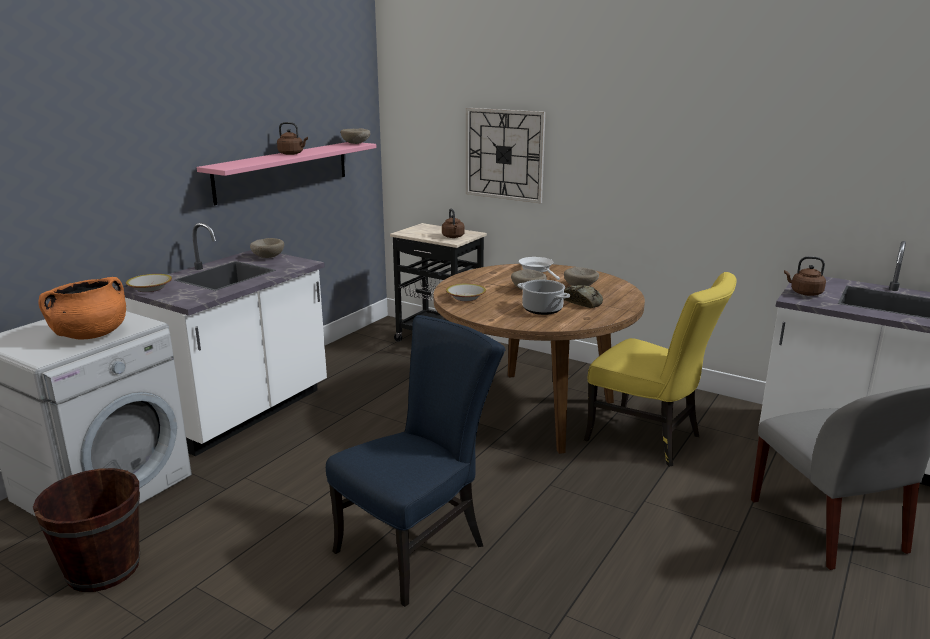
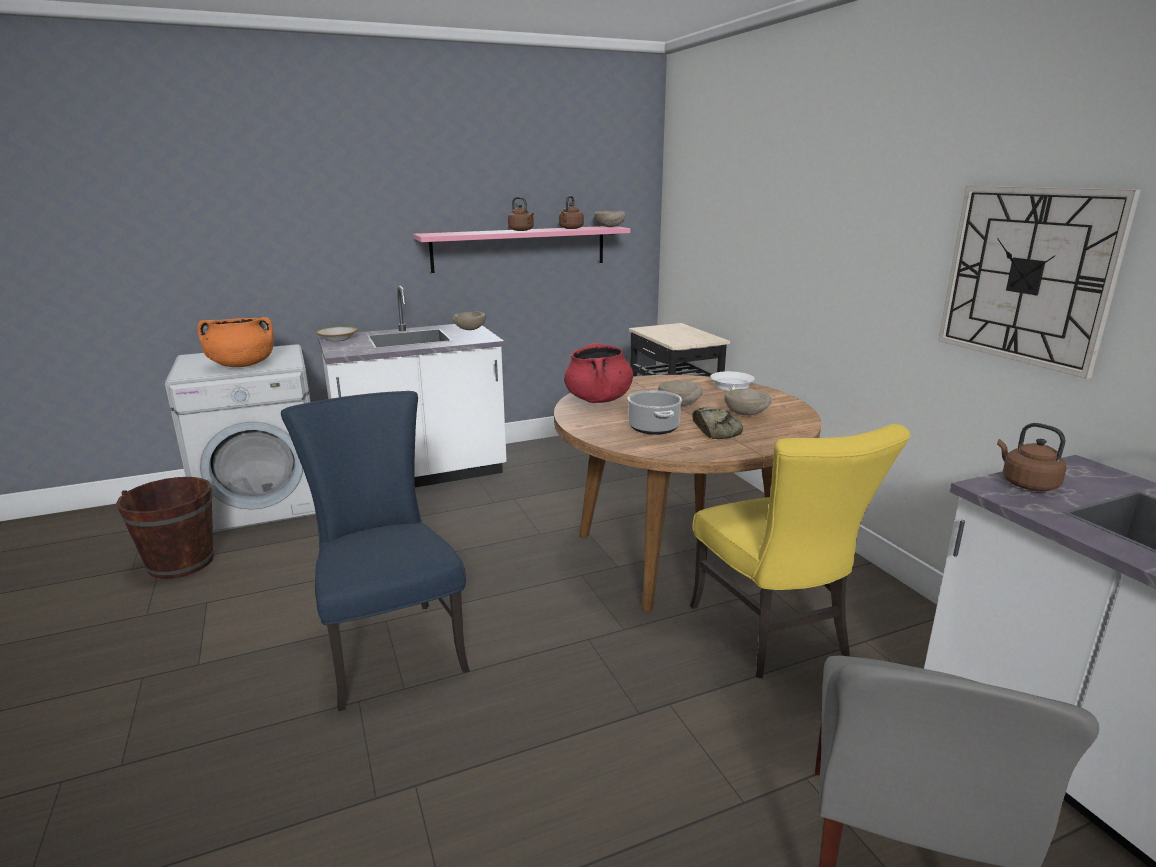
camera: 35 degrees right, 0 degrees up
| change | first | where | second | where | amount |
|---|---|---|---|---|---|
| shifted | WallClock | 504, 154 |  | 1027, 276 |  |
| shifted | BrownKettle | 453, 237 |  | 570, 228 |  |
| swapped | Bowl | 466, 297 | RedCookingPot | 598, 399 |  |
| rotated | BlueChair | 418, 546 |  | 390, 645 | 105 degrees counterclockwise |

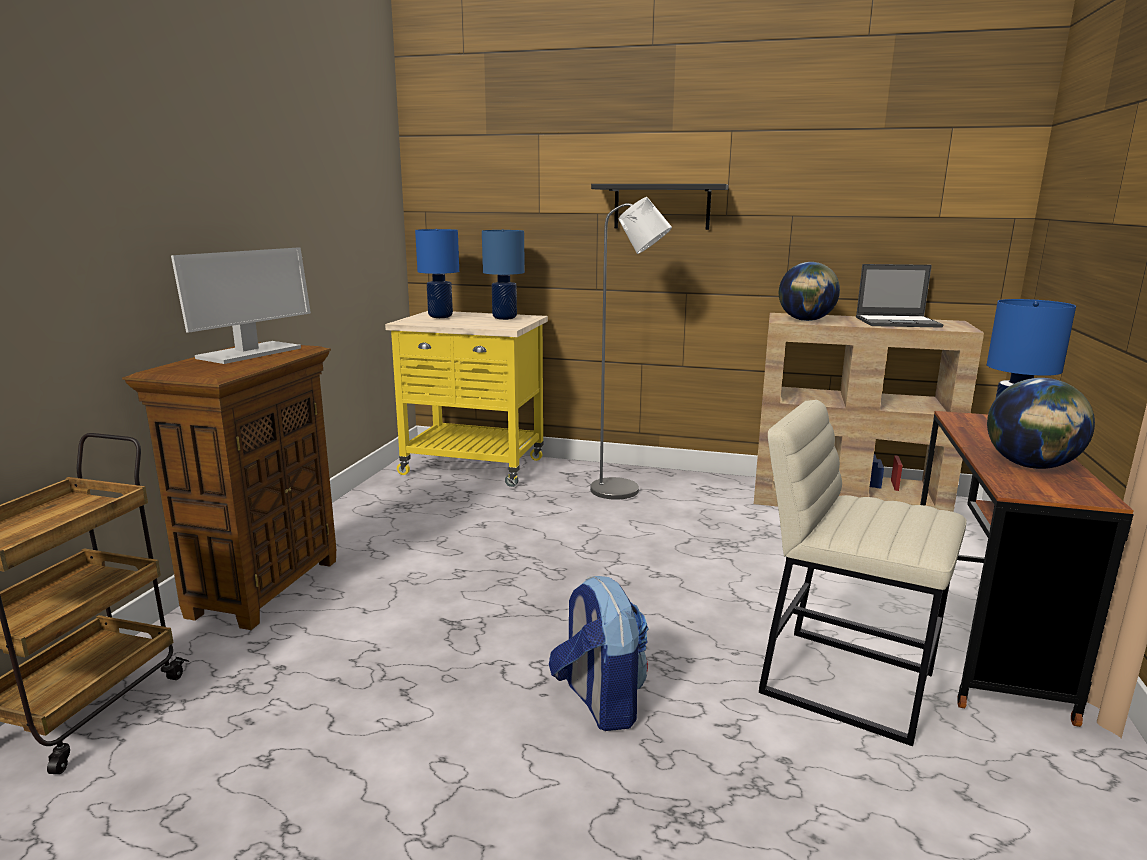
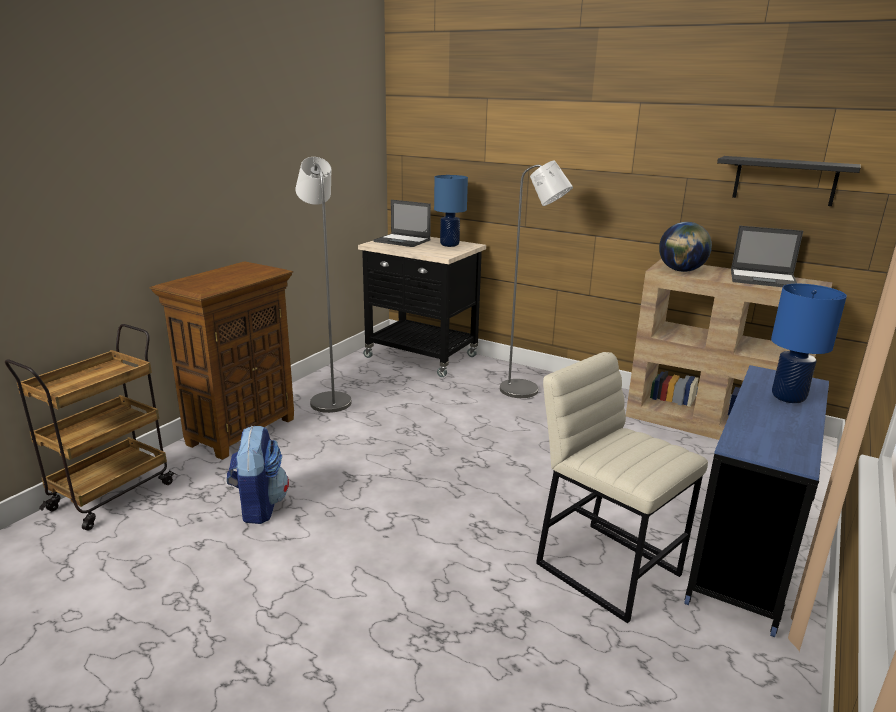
camera: 15 degrees right, 5 degrees up
| change | first | where | second | where | amount |
|---|---|---|---|---|---|
| shifted | BlackShelf | 662, 207 |  | 784, 180 |  |
| swapped | BlueTableLamp | 441, 317 | Laptop | 403, 241 |  |
| gone | Monitor | 249, 353 |  |  |  |
| repainted | YellowCart | 474, 467 | BlackCart | 422, 357 |  |
| gone | Globe | 1031, 466 |  |  |  |
| repainted | BrownDesk | 980, 635 | BlueDesk | 745, 553 |  |
| shifted | Backpack | 599, 702 |  | 259, 506 |  |
| new |  |  | GreyFloorLamp | 328, 399 |  |

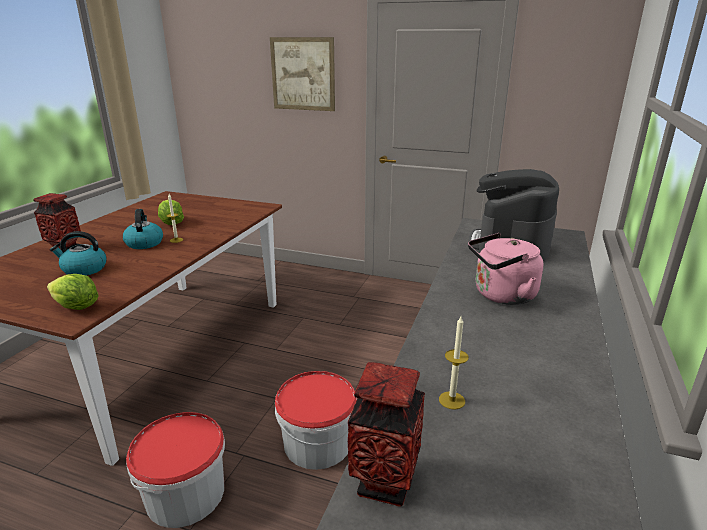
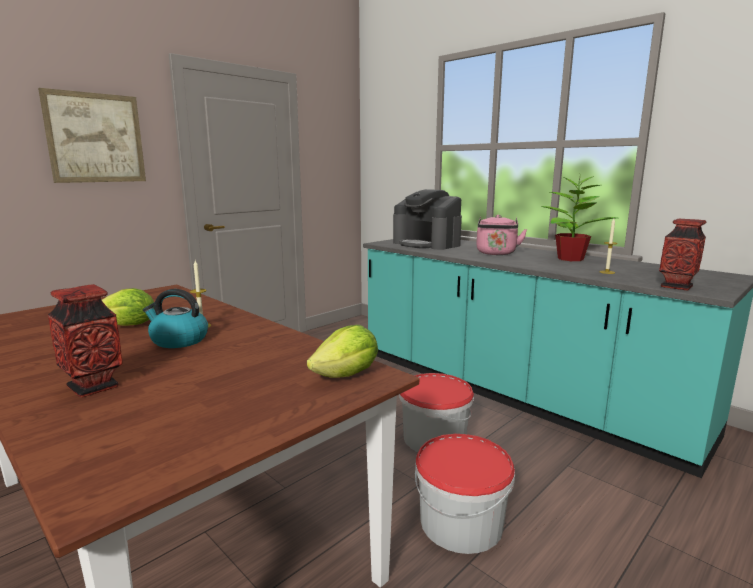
camera: 65 degrees left, 10 degrees down
| change | first | where | second | where | amount |
|---|---|---|---|---|---|
| gone | Kettle | 84, 269 |  |  |  |
| new |  |  | PottedPlant | 569, 259 |  |

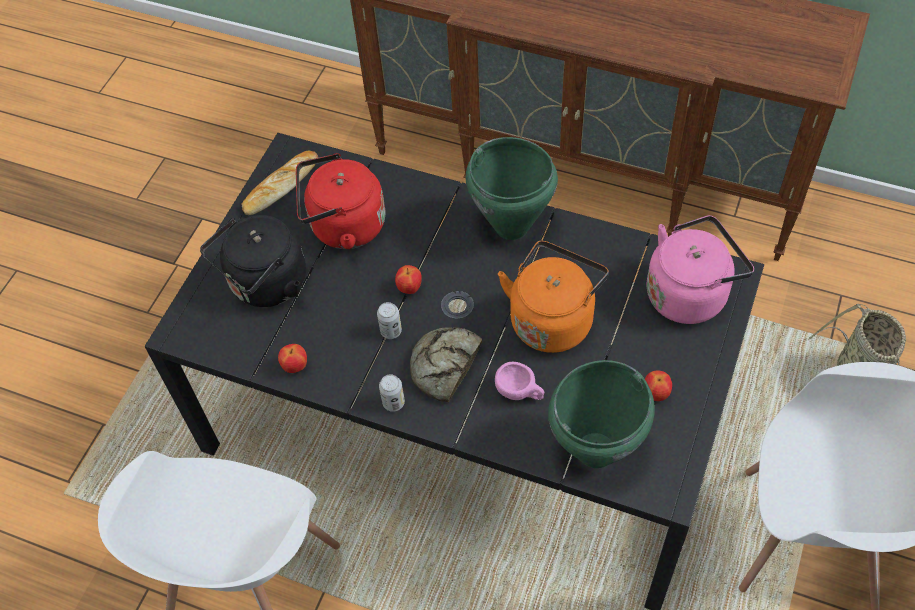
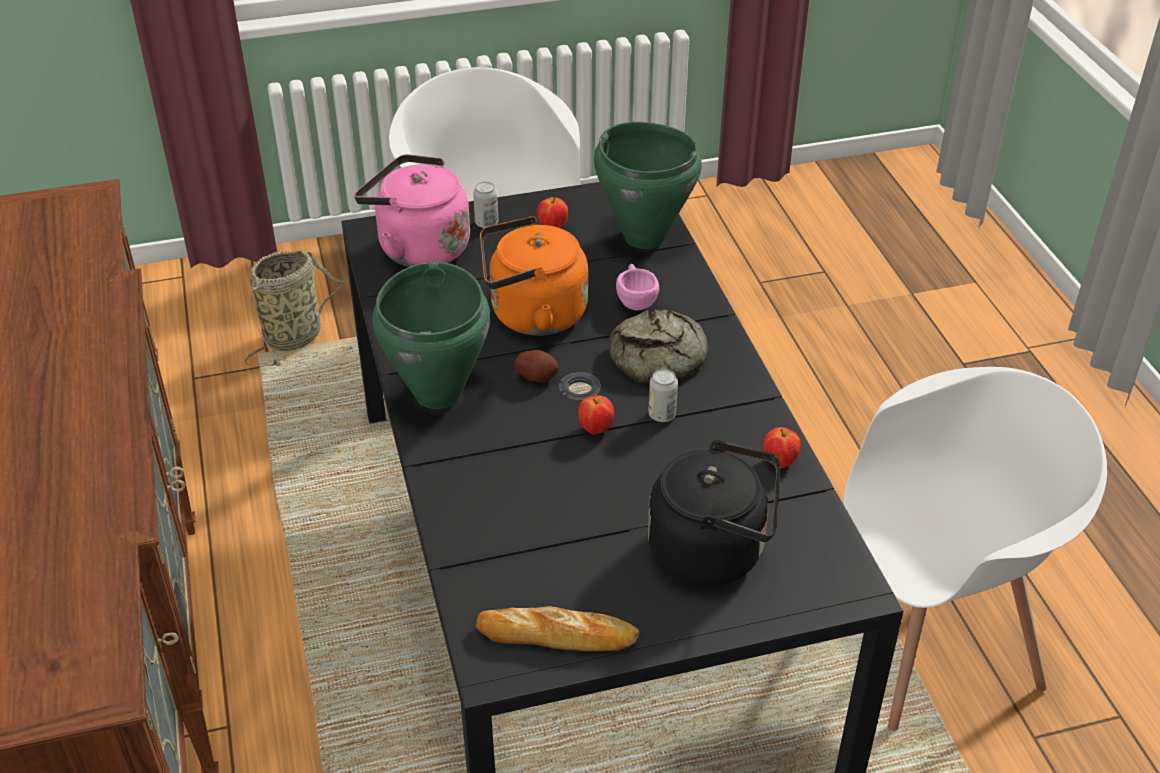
camera: 130 degrees left, 15 degrees down
| change | first | where | second | where | amount |
|---|---|---|---|---|---|
| gone | RedKettle | 343, 226 |  |  |  |
| shifted | Can | 393, 402 |  | 486, 223 |  |
| new |  |  | Potato | 537, 376 |  |

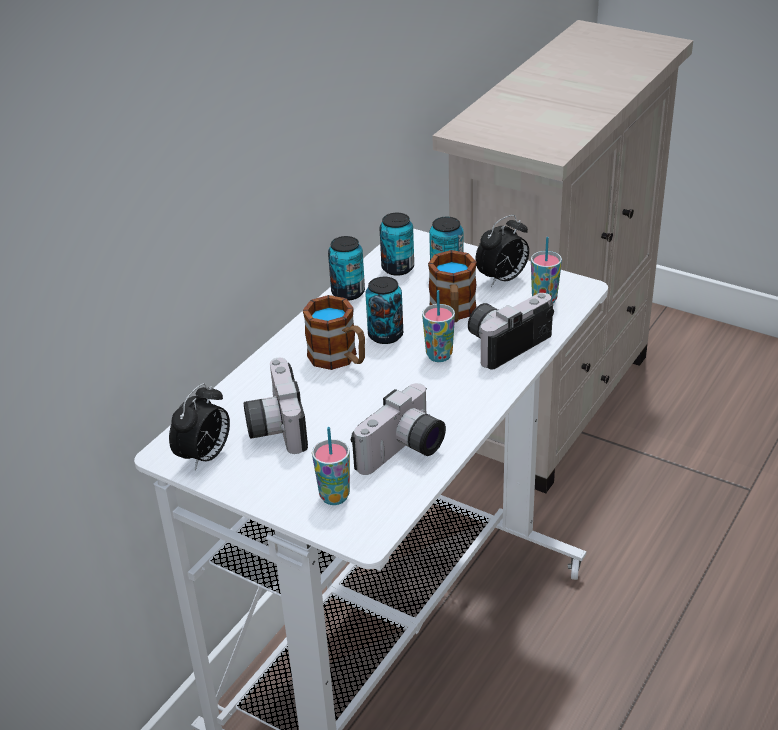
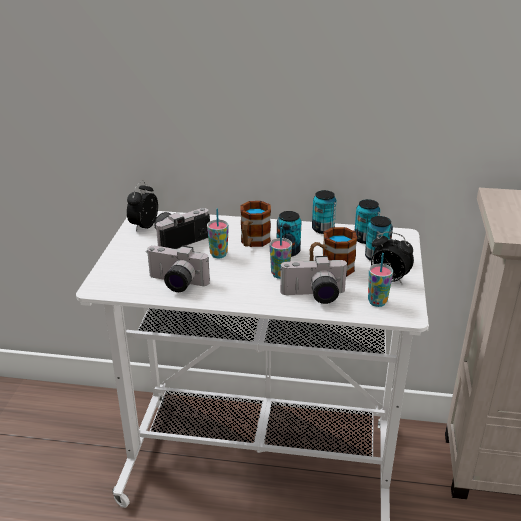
camera: 65 degrees right, 5 degrees down
| change | first | where | second | where | amount |
|---|---|---|---|---|---|
| rotated | PhotoCamera | 505, 342 |  | 314, 296 | 150 degrees clockwise |
| rotated | AlarmClock | 205, 457 |  | 144, 226 | 105 degrees clockwise |
| shifted | Cup | 334, 496 |  | 218, 254 |  |

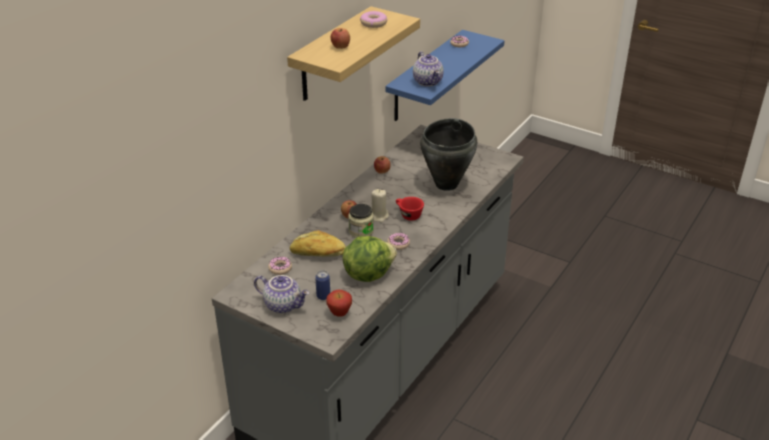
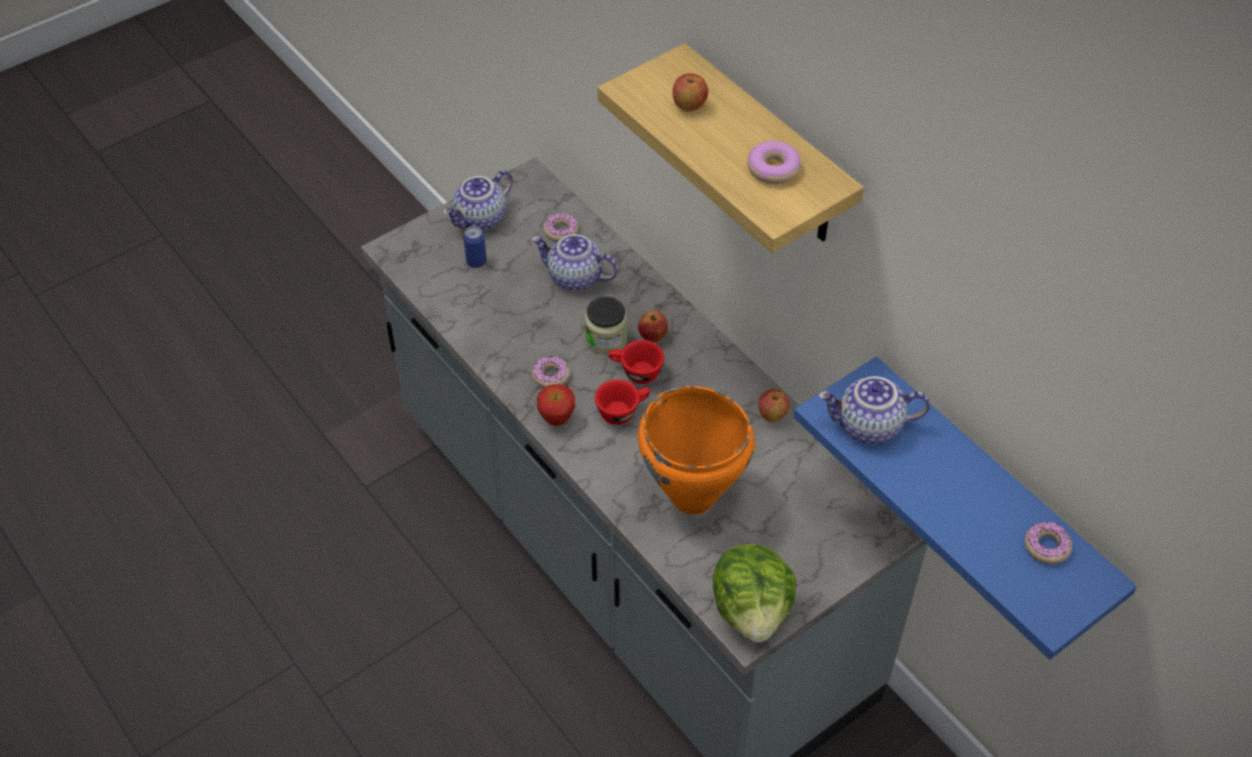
camera: 110 degrees right, 15 degrees up
| change | first | where | second | where | amount |
|---|---|---|---|---|---|
| repainted | BlackCookingPot | 447, 184 | OrangeCookingPot | 692, 497 |  |
| swapped | BeigeCandle | 379, 216 | RedCup | 635, 372 |  |
| swapped | Bread | 318, 253 | Teapot | 574, 277 |  |
| shifted | Lettuce | 368, 274 |  | 752, 610 |  |
| shifted | Apple | 339, 314 |  | 556, 419 |  |

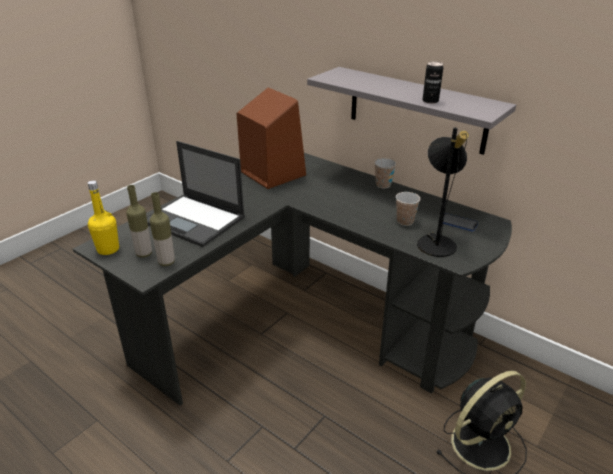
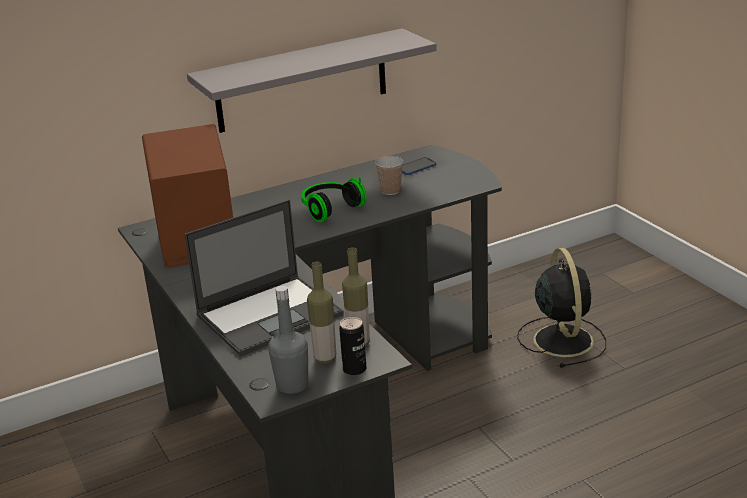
camera: 65 degrees left, 5 degrees down
| change | first | where | second | where | amount |
|---|---|---|---|---|---|
| shifted | Can | 430, 101 |  | 354, 369 |  |
| gone | BlackTableLamp | 436, 241 |  |  |  |
| gone | Cup | 383, 185 |  |  |  |
| repainted | YellowBottle | 108, 249 | GreyBottle | 292, 385 |  |
| new |  |  | Headphones | 329, 209 |  |

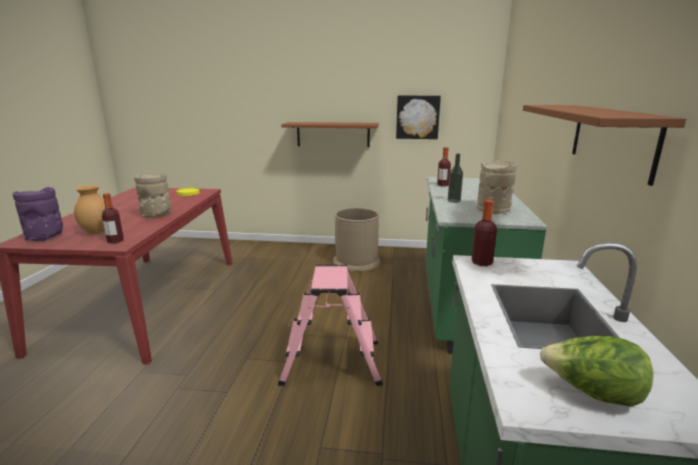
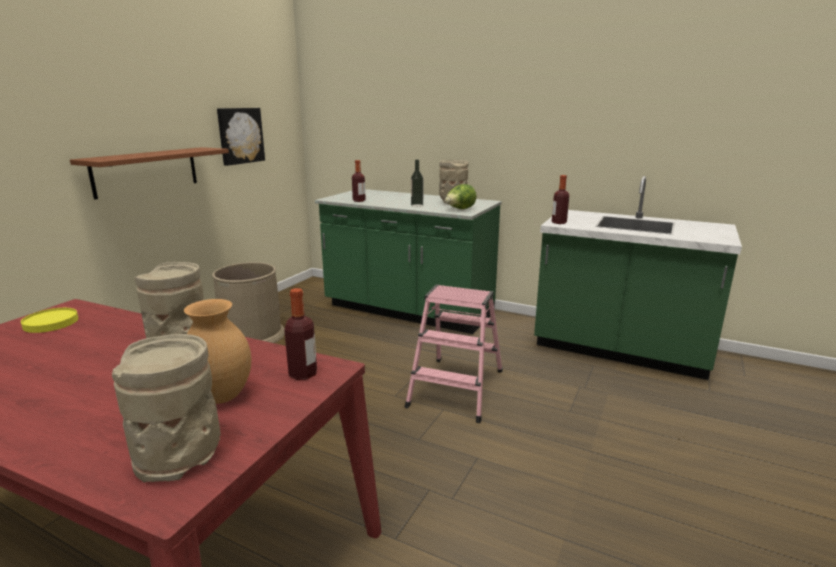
camera: 70 degrees left, 0 degrees up
| change | first | where | second | where | amount |
|---|---|---|---|---|---|
| gone | BrownShelf | 611, 139 |  |  |  |
| repainted | PurpleVase | 45, 237 | BeigeVase | 180, 457 |  |
| shifted | Lettuce | 591, 393 |  | 460, 209 |  |

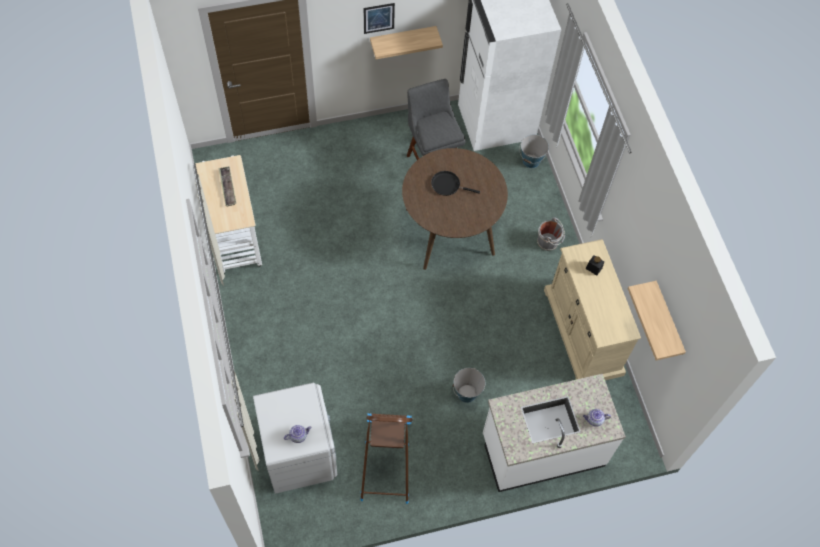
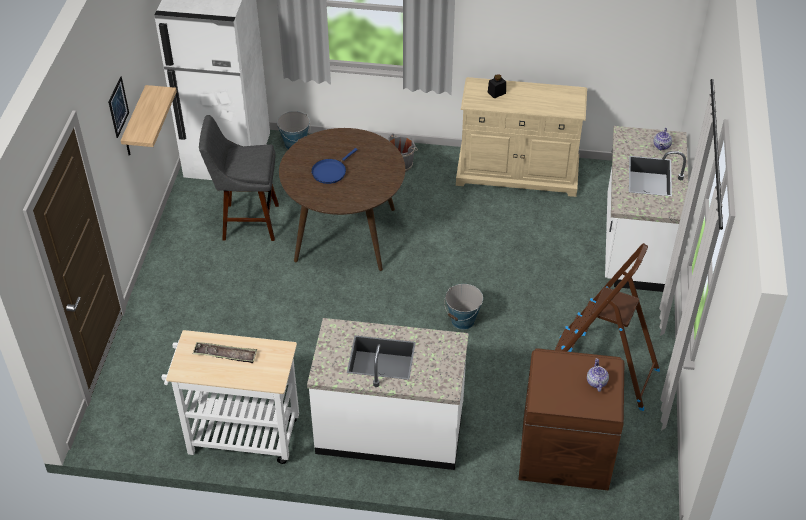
camera: 65 degrees left, 15 degrees down
| change | first | where | second | where | amount |
|---|---|---|---|---|---|
| repainted | BlackFryingPan | 447, 185 | BlueFryingPan | 330, 171 |  |
| gone | Shelf | 667, 321 |  |  |  |
| shifted | Bucket | 467, 393 |  | 463, 320 |  |
| repainted | WhiteWashingMachine | 300, 452 | BrownWashingMachine | 564, 450 |  |
| new |  |  | WhiteCounter | 390, 429 |  |

